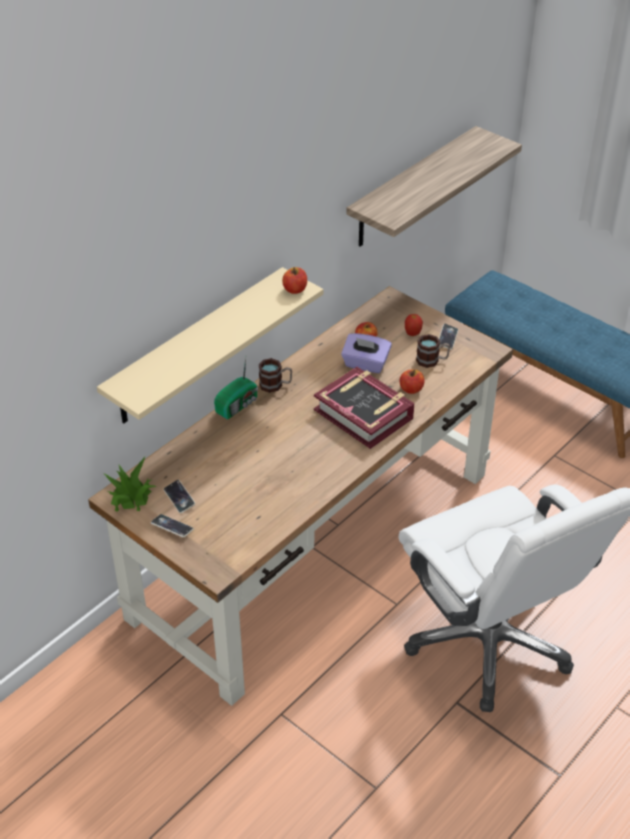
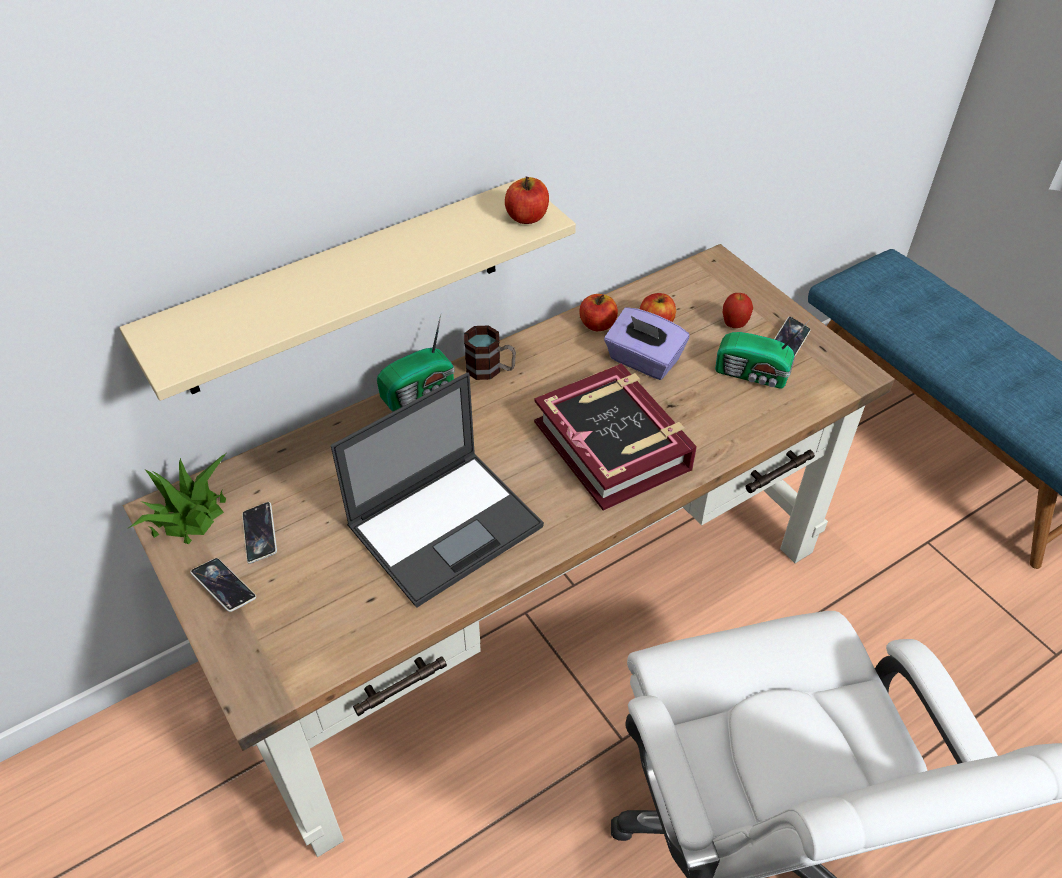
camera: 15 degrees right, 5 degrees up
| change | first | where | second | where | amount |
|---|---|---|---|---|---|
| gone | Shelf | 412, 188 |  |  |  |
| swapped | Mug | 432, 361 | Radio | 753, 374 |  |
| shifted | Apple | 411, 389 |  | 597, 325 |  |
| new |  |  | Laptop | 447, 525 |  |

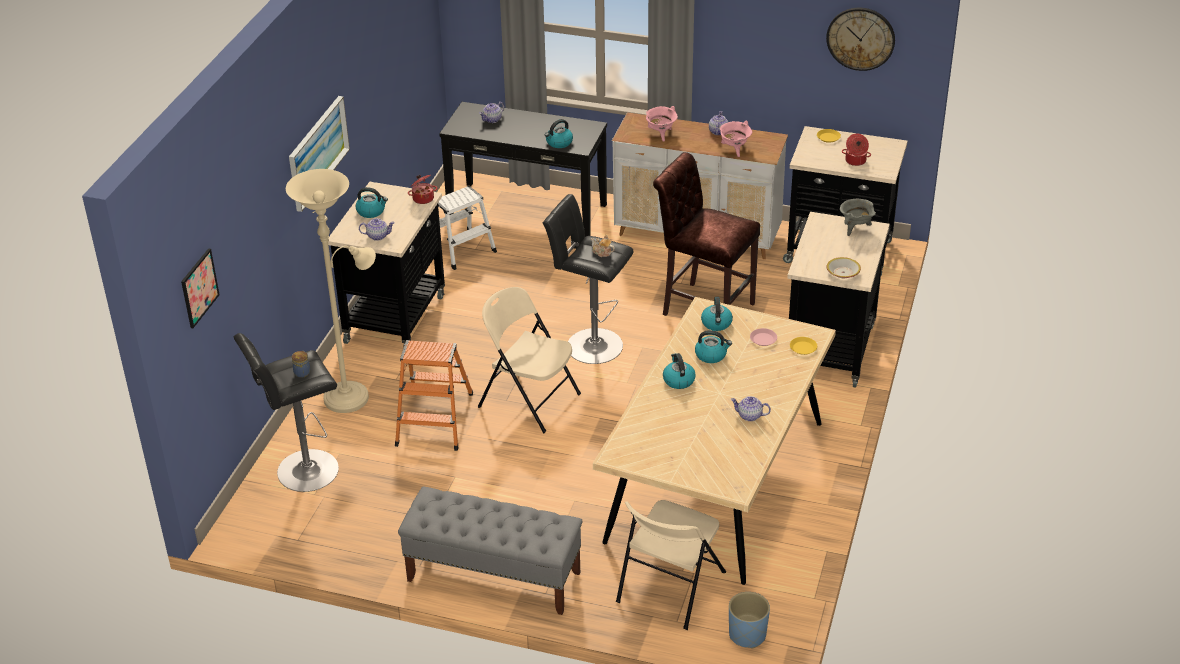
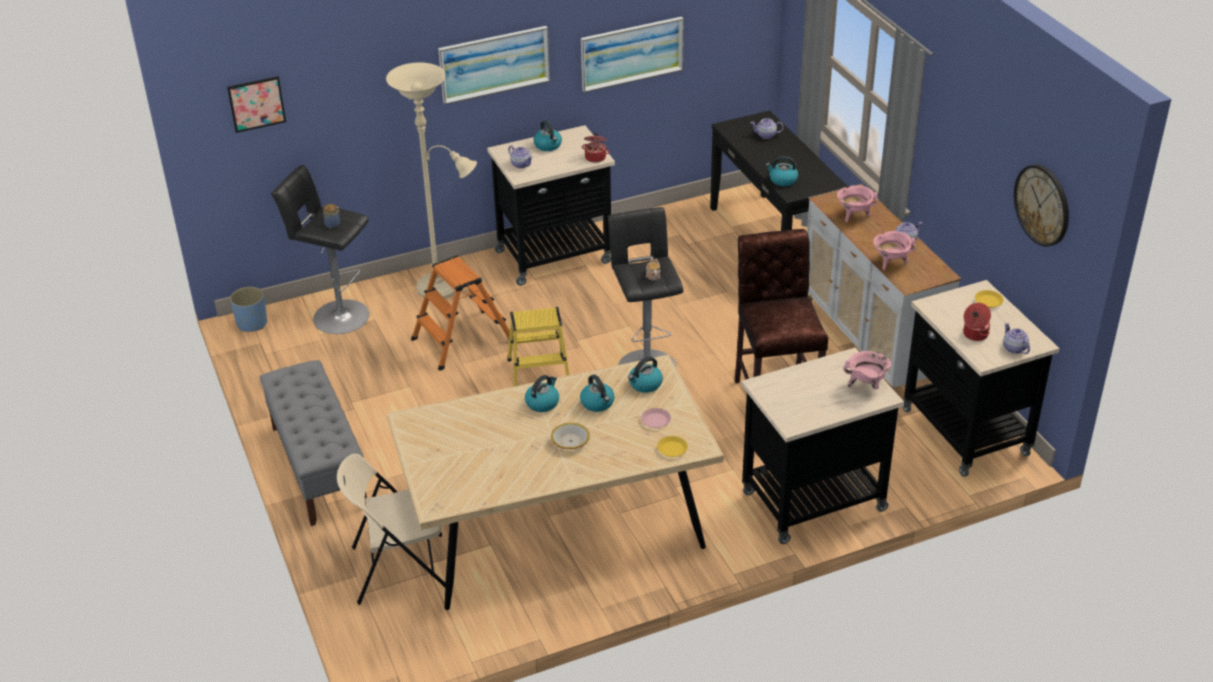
camera: 50 degrees right, 0 degrees up
| change | first | where | second | where | amount |
|---|---|---|---|---|---|
| gone | WhiteStepLadder | 462, 249 |  |  |  |
| repainted | GreyCookingPot | 855, 228 | PinkCookingPot | 866, 385 |  |
| shifted | Bowl | 843, 272 |  | 570, 441 |  |
| swapped | BeigeChair | 529, 400 | YellowStepLadder | 539, 372 |  |
| shifted | Teapot | 749, 416 |  | 1014, 348 |  |
| shifted | BluePlanter | 747, 635 |  | 252, 323 |  |
| new |  |  | Picture | 631, 53 |  |

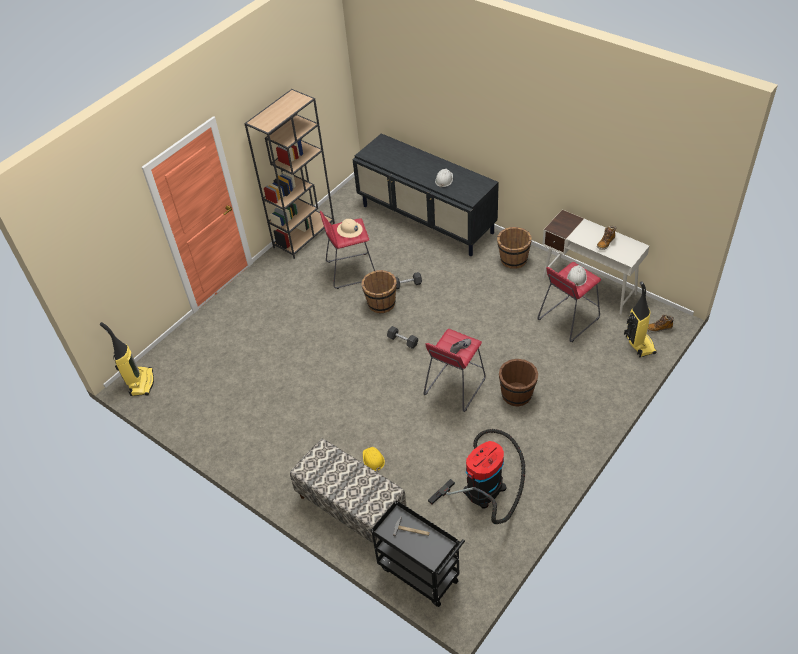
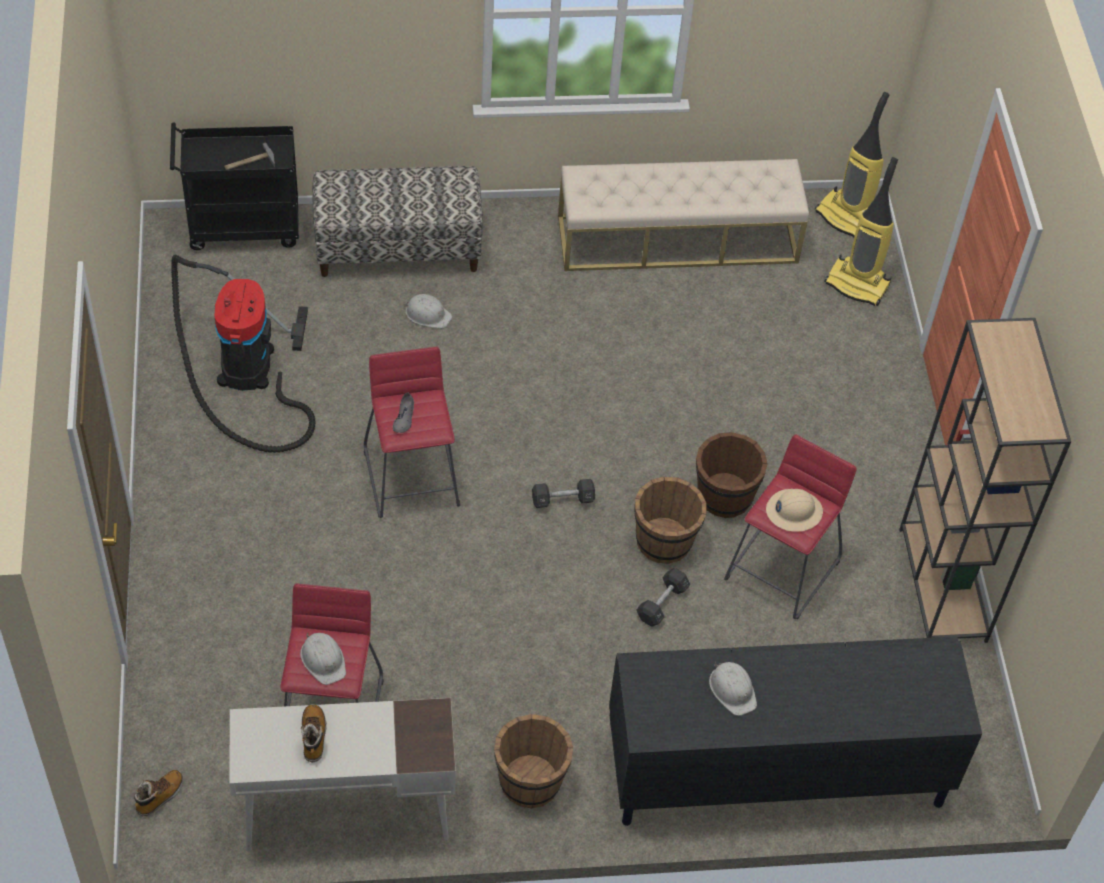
camera: 130 degrees right, 5 degrees up
| change | first | where | second | where | amount |
|---|---|---|---|---|---|
| shifted | VacuumCleaner | 638, 344 |  | 858, 284 |  |
| shifted | BrownBucket | 517, 394 |  | 724, 497 |  |
| repainted | YellowHardHat | 373, 460 | WhiteHardHat | 427, 314 |  |
| new |  |  | BeigeBench | 678, 239 |  |

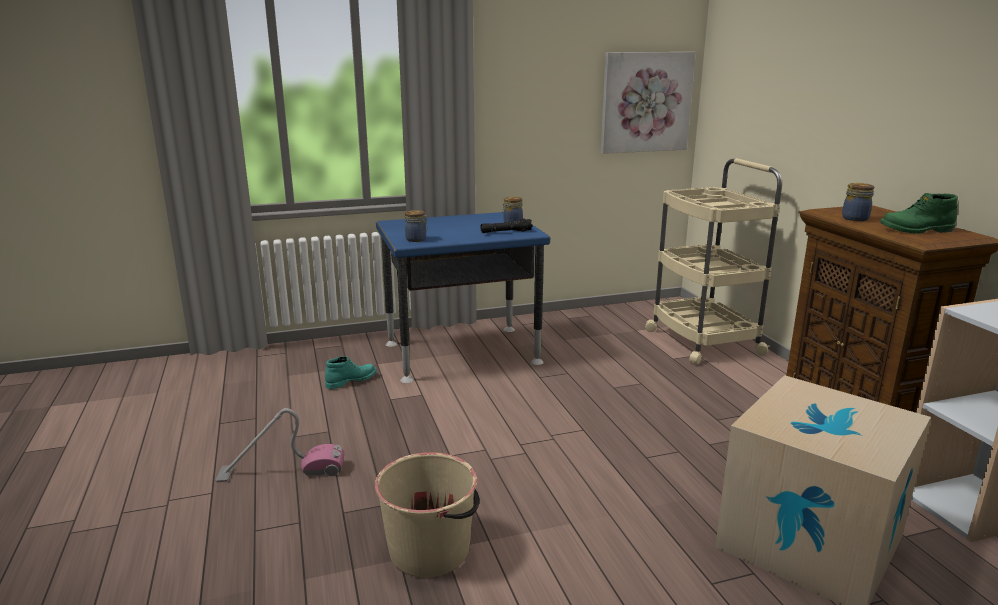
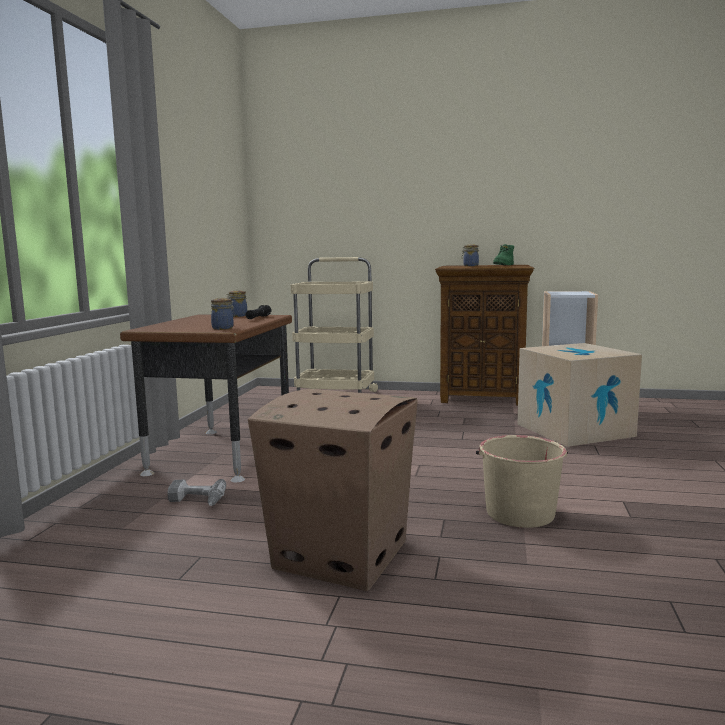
camera: 60 degrees left, 10 degrees down
| change | first | where | second | where | amount |
|---|---|---|---|---|---|
| gone | Picture | 645, 102 |  |  |  |
| repainted | BlueDesk | 462, 352 | BrownDesk | 222, 453 |  |
| swapped | TurquoiseBoot | 351, 380 | PowerDrill | 196, 501 |  |
| swapped | VacuumCleaner | 282, 471 | CardboardBox | 339, 554 |  |

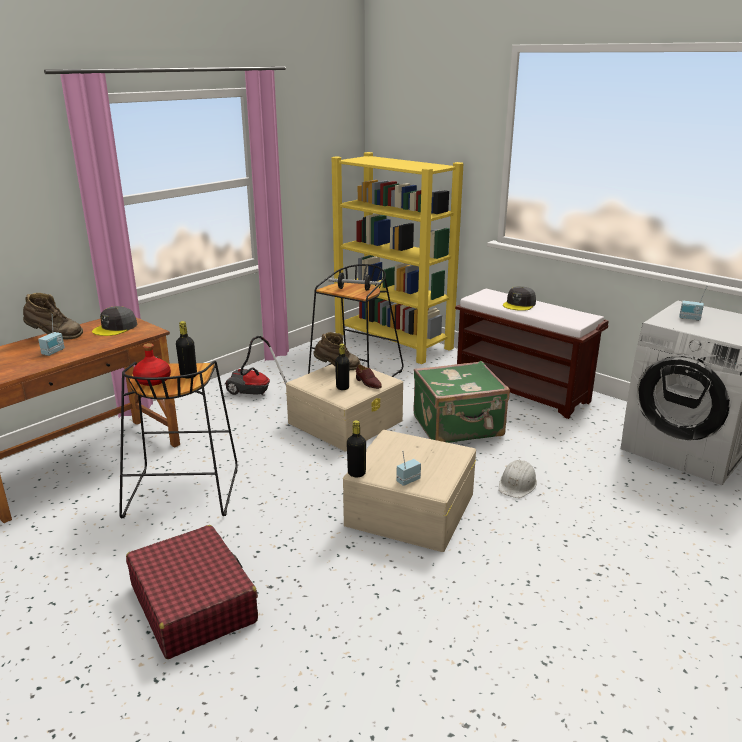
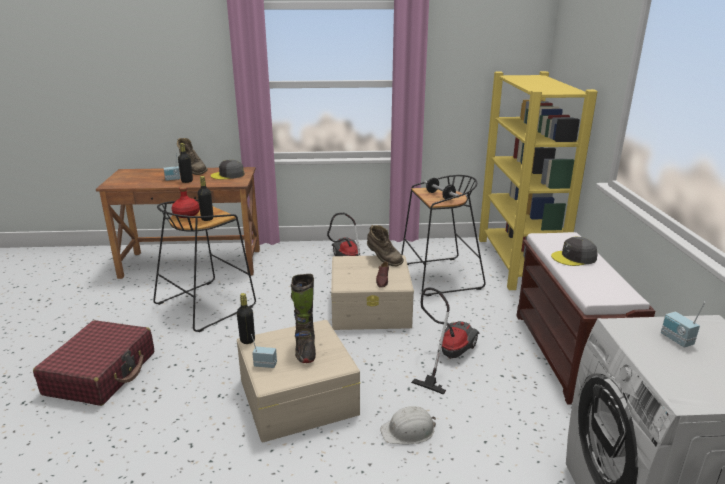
camera: 45 degrees right, 0 degrees up
| change | first | where | second | where | amount |
|---|---|---|---|---|---|
| shifted | BlackBottle | 342, 387 |  | 187, 181 |  |
| swapped | GreenSuitcase | 458, 427 | VacuumCleaner | 447, 356 |  |
| new |  |  | BlackBoot | 305, 349 |  |

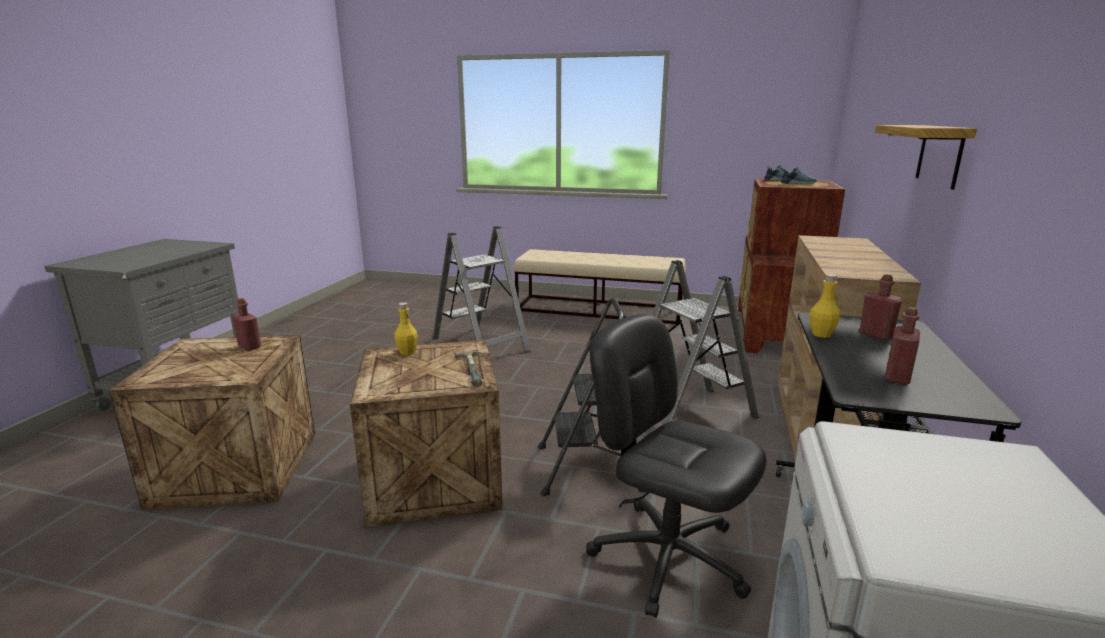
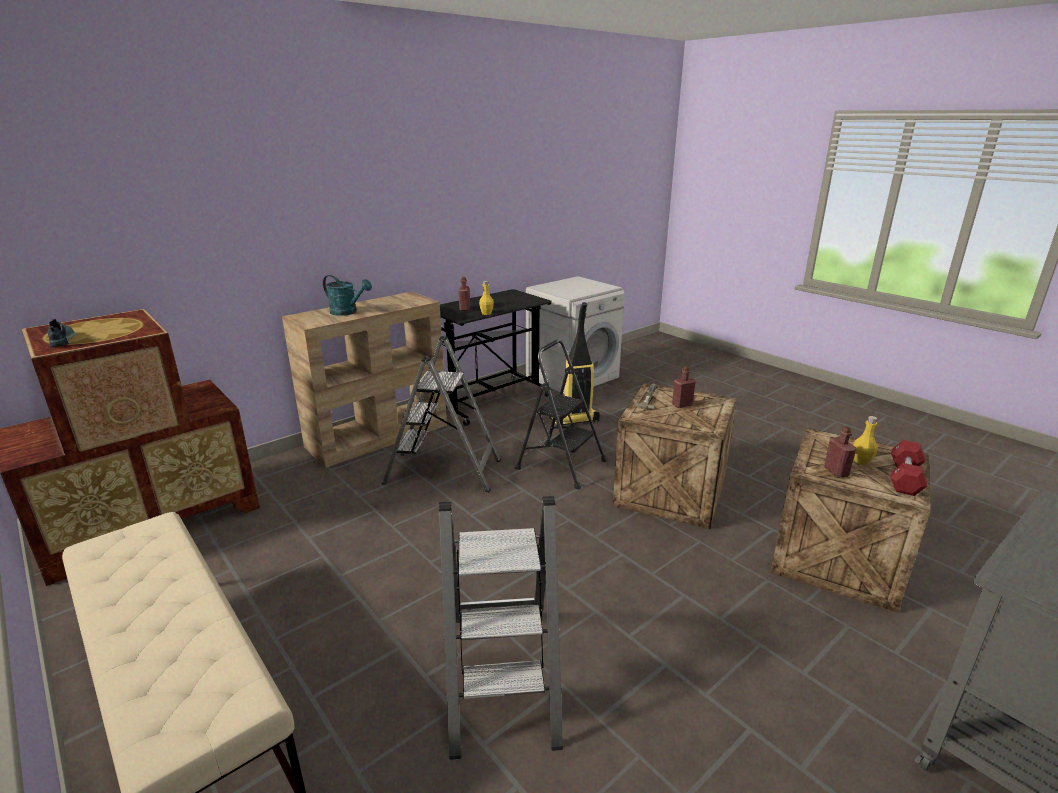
camera: 145 degrees left, 5 degrees up
| change | first | where | second | where | amount |
|---|---|---|---|---|---|
| gone | Shelf | 940, 155 |  |  |  |
| gone | Shoe | 797, 183 |  |  |  |
| shifted | YellowBottle | 407, 352 |  | 861, 461 |  |
| shifted | RedBottle | 897, 377 |  | 682, 404 |  |
| swapped | BlackOfficeChair | 668, 556 | VacuumCleaner | 574, 420 |  |
| new |  |  | TurquoiseWateringCan | 348, 312 |  |
| new |  |  | RedDumbbell | 905, 478 |  |

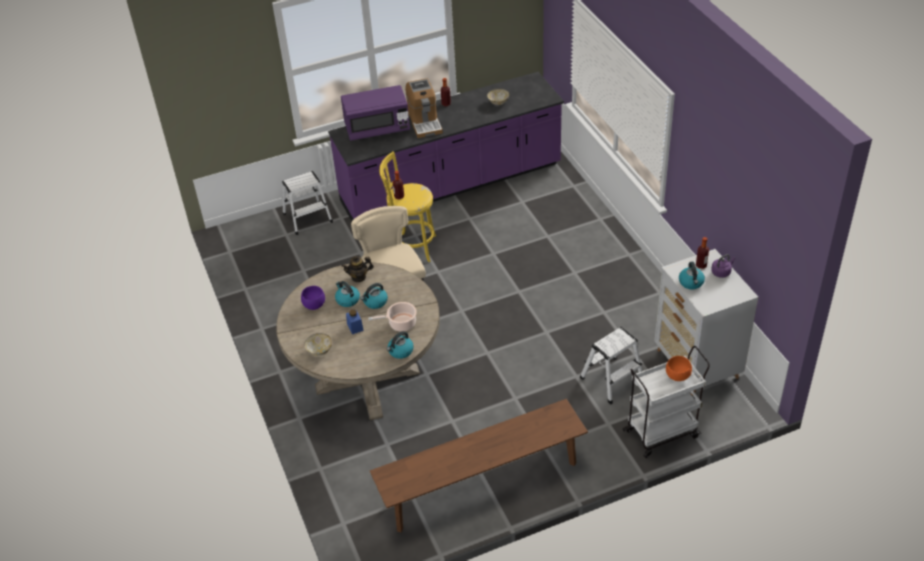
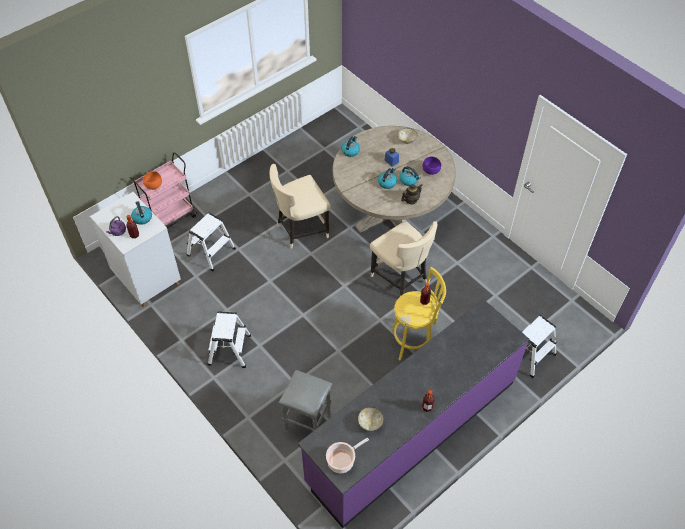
camera: 160 degrees right, 10 degrees up
| change | first | where | second | where | amount |
|---|---|---|---|---|---|
| gone | CoffeeMachine | 424, 122 |  |  |  |
| gone | PurpleMicrowave | 377, 128 |  |  |  |
| shifted | CookingPot | 400, 324 |  | 342, 460 |  |
| repainted | WhiteCart | 661, 434 | PinkCart | 171, 219 |  |
| gone | BrownBench | 481, 484 |  |  |  |
| new |  |  | BeigeChair | 301, 230 |  |
| new |  |  | WhiteStepLadder | 229, 350 |  |
| new |  |  | GreyStool | 306, 424 |  |

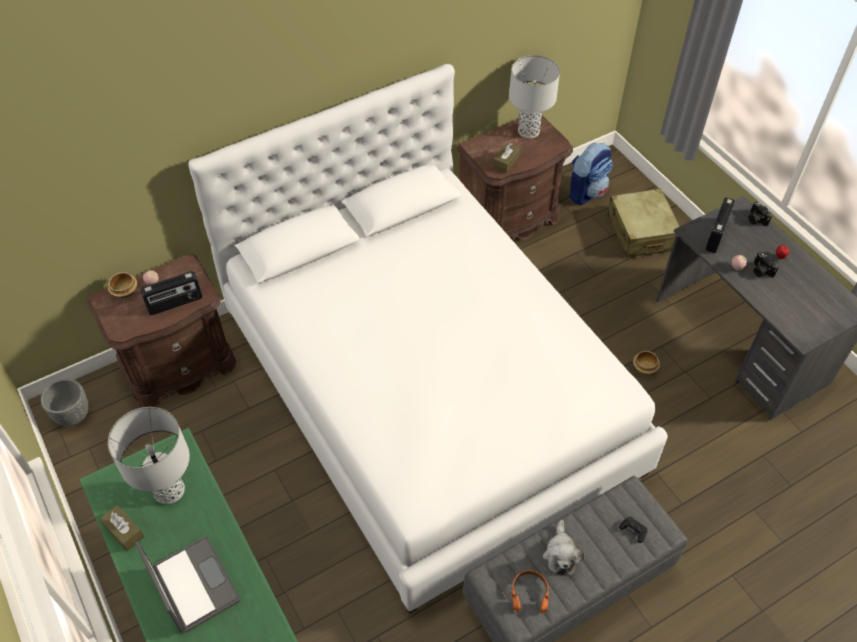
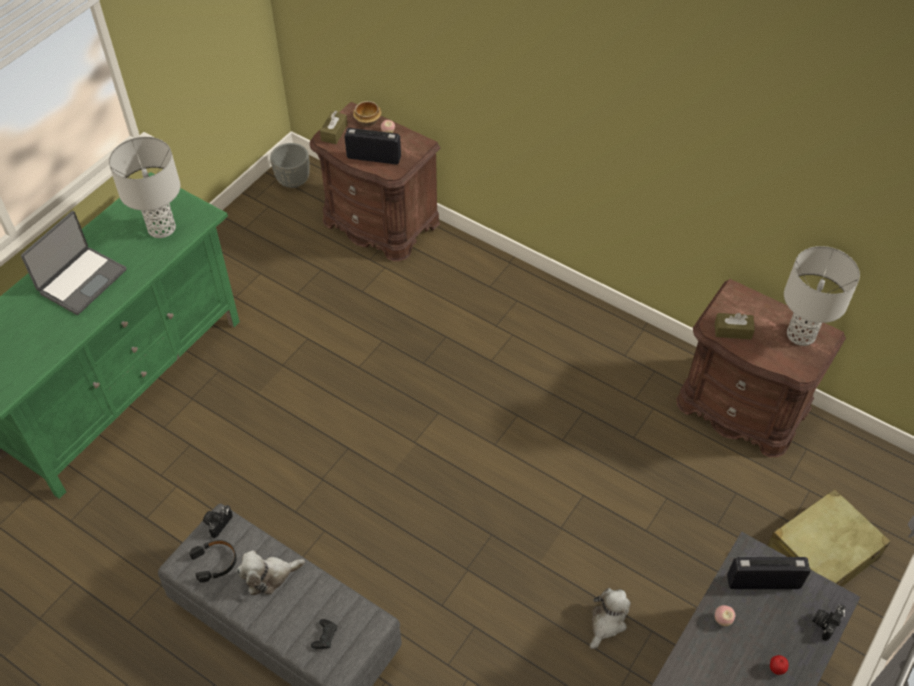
camera: 65 degrees right, 0 degrees up
| change | first | where | second | where | amount |
|---|---|---|---|---|---|
| gone | WhiteBed | 428, 390 |  |  |  |
| gone | Backpack | 586, 192 |  |  |  |
| shifted | PhotoCamera | 761, 271 |  | 217, 523 |  |
| rotated | Radio | 175, 303 |  | 374, 157 | 150 degrees clockwise |
| swapped | Bowl | 644, 369 | PlushToy | 607, 622 |  |
| shifted | BrownTissueBox | 124, 531 |  | 334, 132 |  |
| repainted | OrangeHeadphones | 529, 593 | BlackHeadphones | 215, 562 |  |

